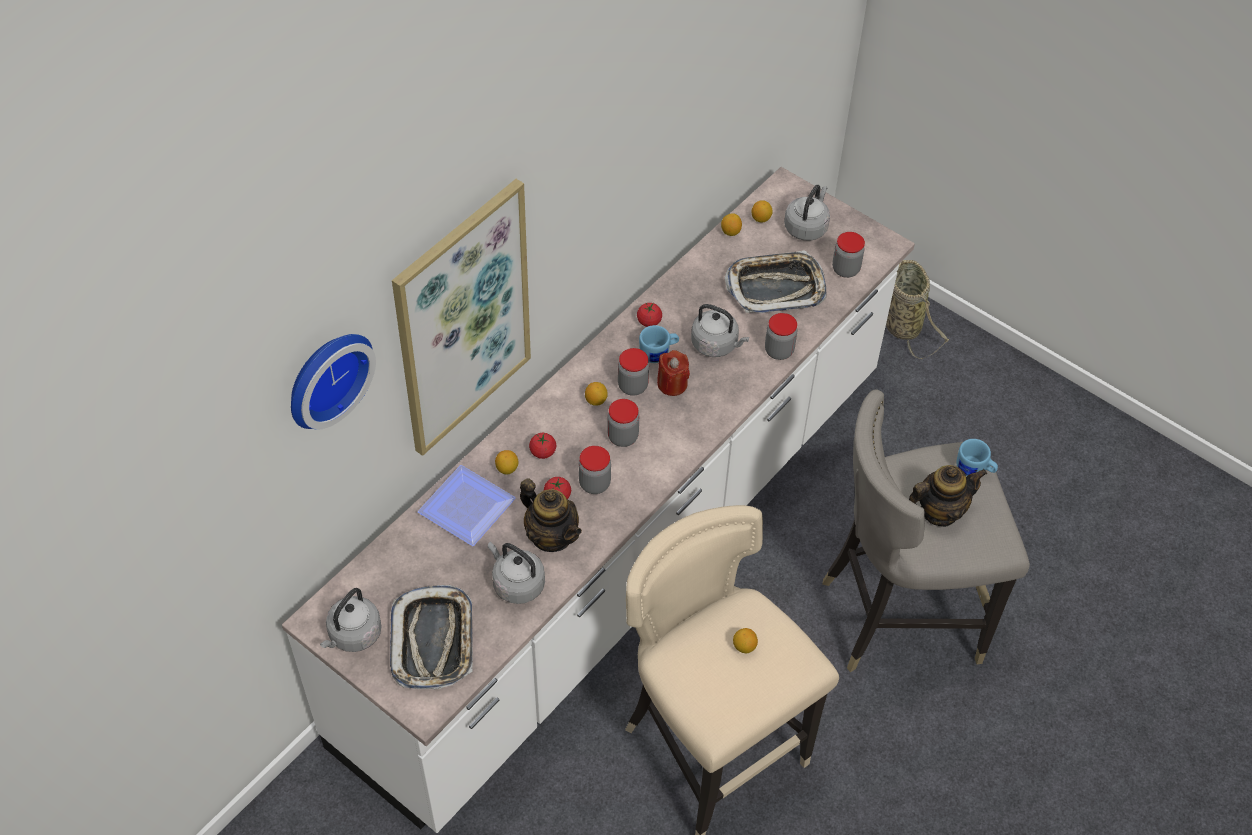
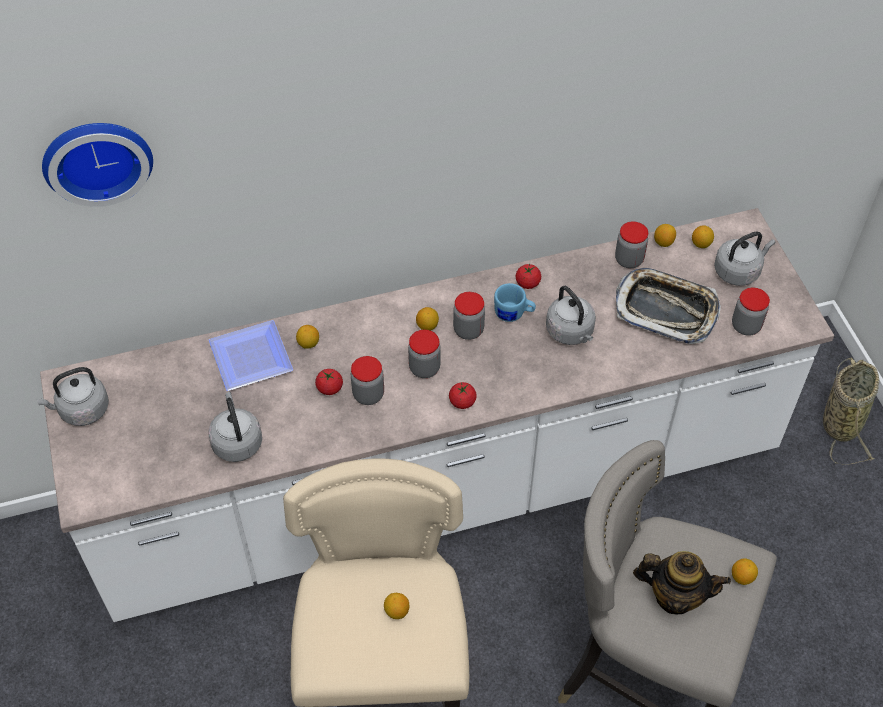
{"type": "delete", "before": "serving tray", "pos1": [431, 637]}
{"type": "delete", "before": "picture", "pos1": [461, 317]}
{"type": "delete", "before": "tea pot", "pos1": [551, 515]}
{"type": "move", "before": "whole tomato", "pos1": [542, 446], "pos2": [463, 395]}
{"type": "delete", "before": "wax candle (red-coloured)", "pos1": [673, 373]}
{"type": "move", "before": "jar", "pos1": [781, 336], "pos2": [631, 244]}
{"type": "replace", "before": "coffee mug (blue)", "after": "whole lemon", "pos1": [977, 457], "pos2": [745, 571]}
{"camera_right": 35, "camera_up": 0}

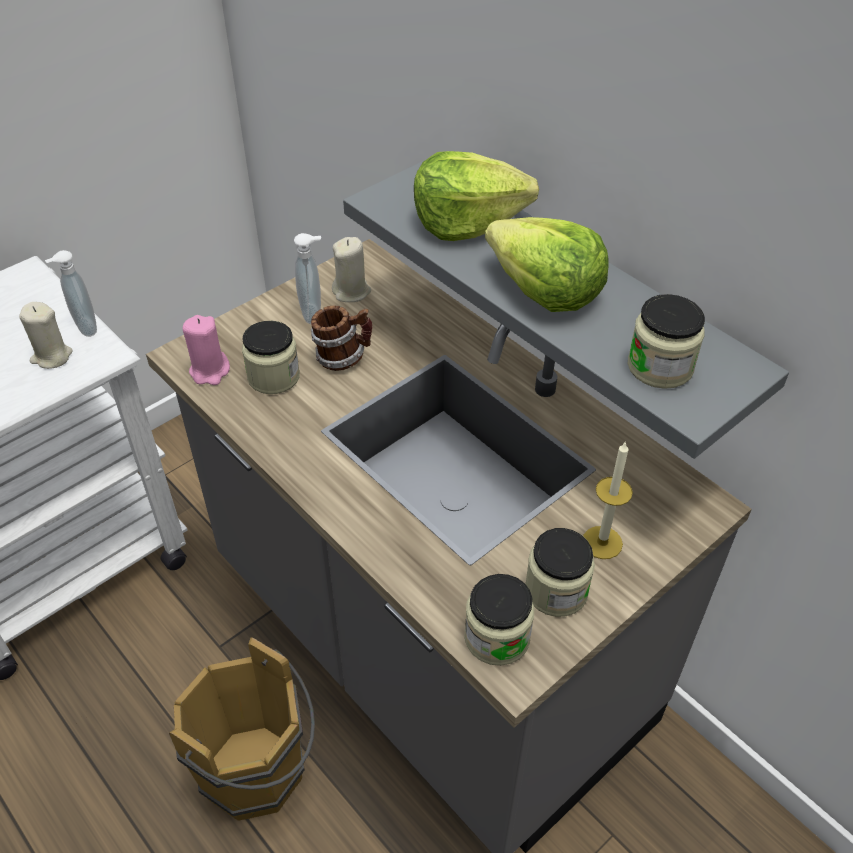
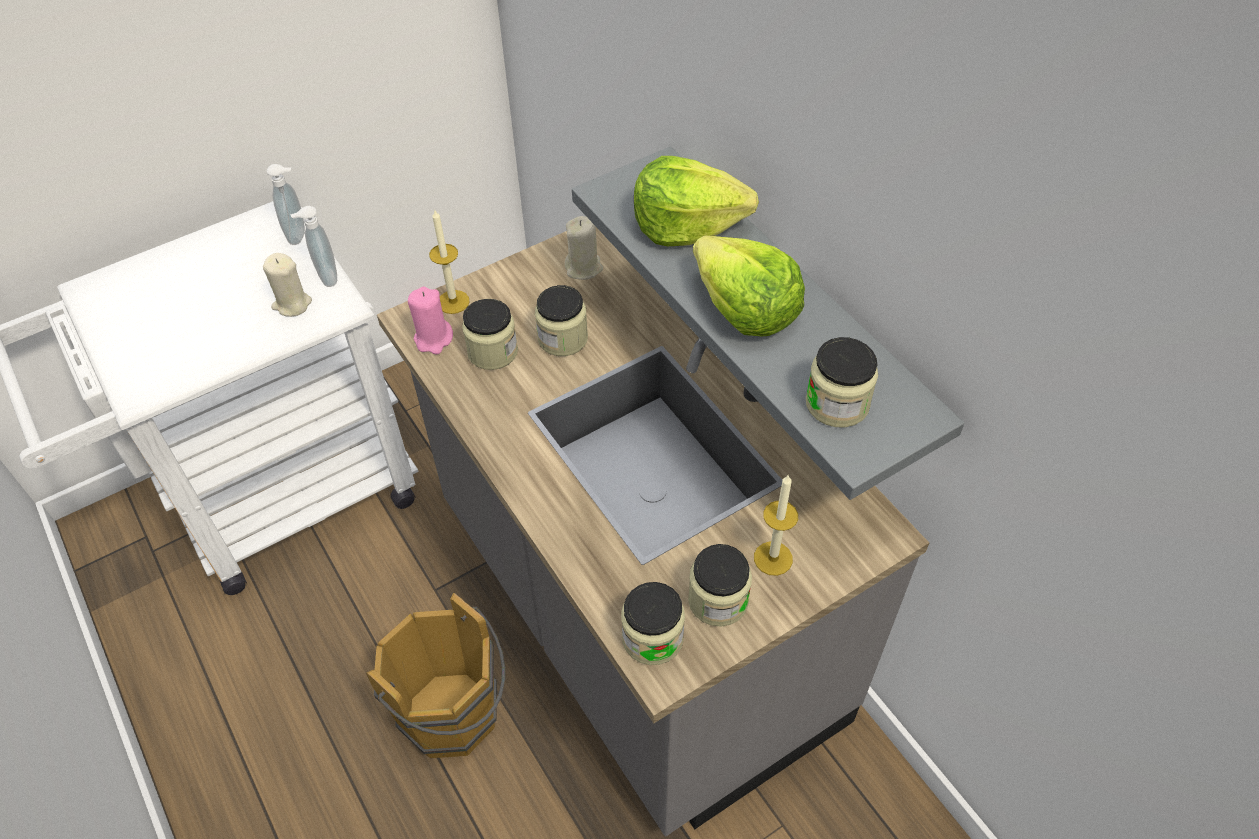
{"type": "move", "before": "soap bottle", "pos1": [307, 278], "pos2": [286, 204]}
{"type": "replace", "before": "coffee mug", "after": "jar", "pos1": [341, 338], "pos2": [561, 320]}
{"type": "insert", "after": "wax candle", "pos2": [449, 262]}
{"camera_right": 10, "camera_up": 5}

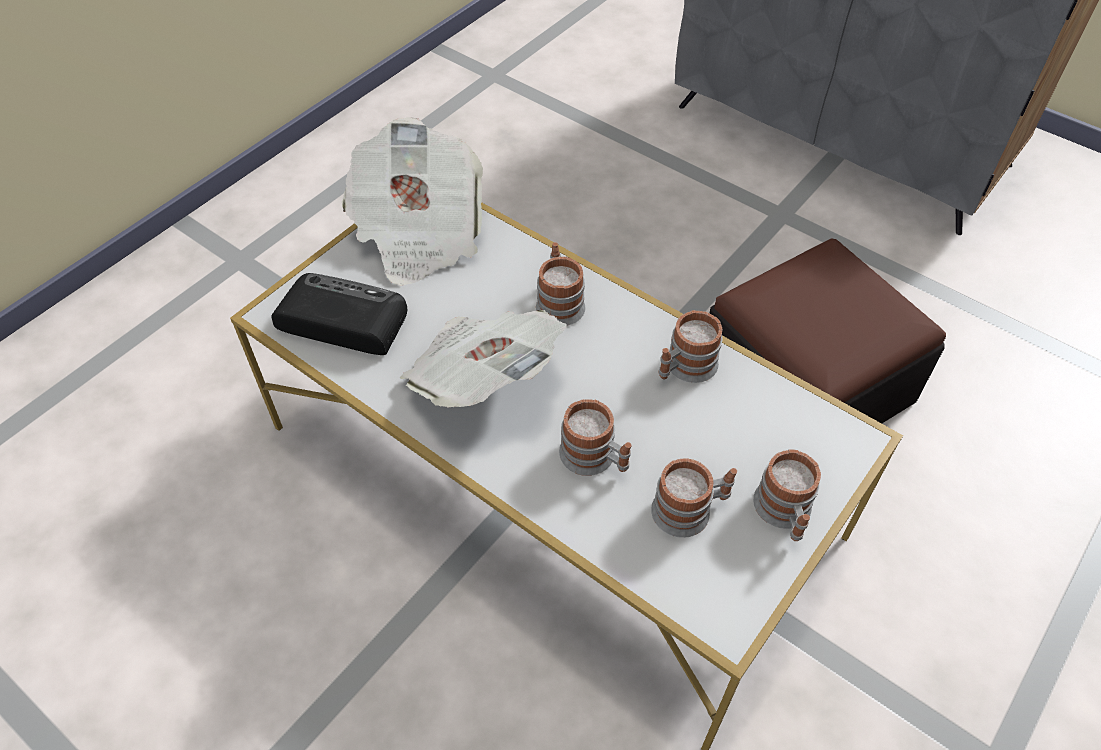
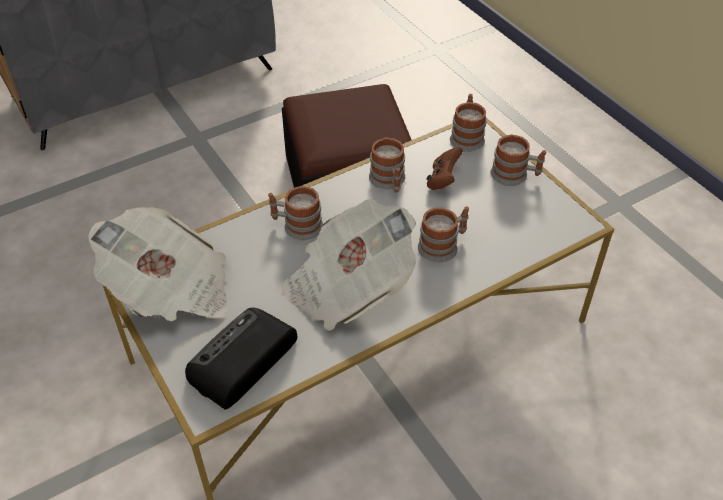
{"type": "move", "before": "coffee mug", "pos1": [694, 498], "pos2": [468, 123]}
{"type": "insert", "after": "game controller (brown-coloured)", "pos2": [444, 168]}
{"camera_right": -70, "camera_up": -5}

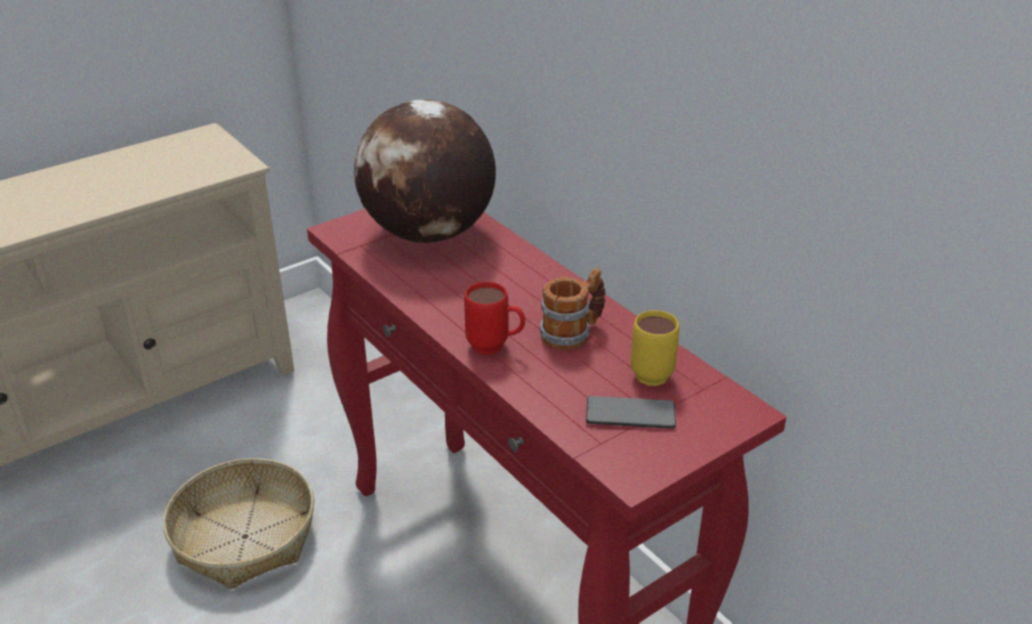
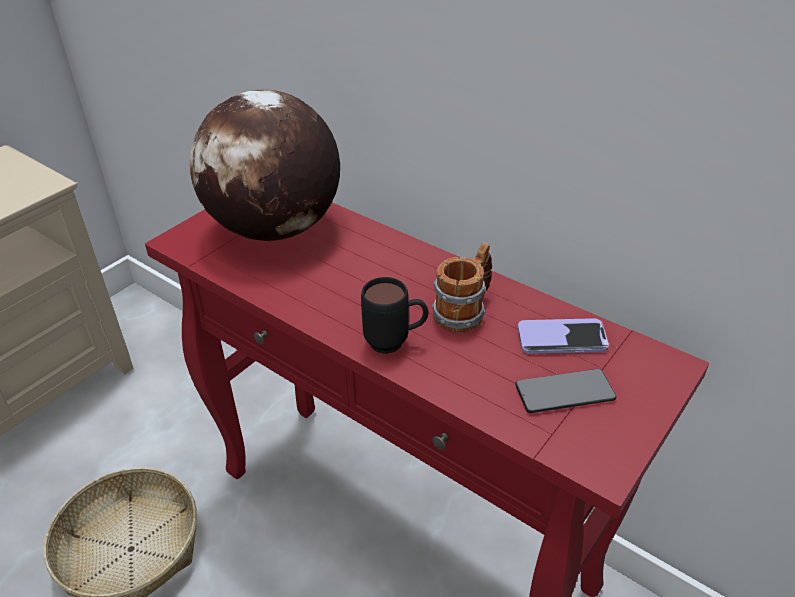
{"type": "recolor", "before": "coffee mug (red-coloured)", "after": "coffee mug (blackish)", "pos1": [494, 318], "pos2": [395, 315]}
{"type": "replace", "before": "coffee mug (yellow)", "after": "phone", "pos1": [655, 348], "pos2": [563, 336]}
{"camera_right": -15, "camera_up": 5}

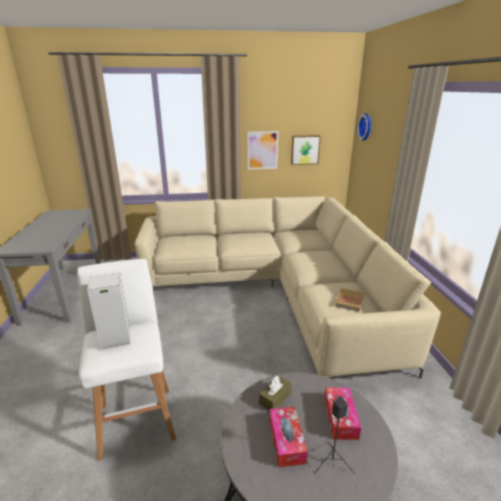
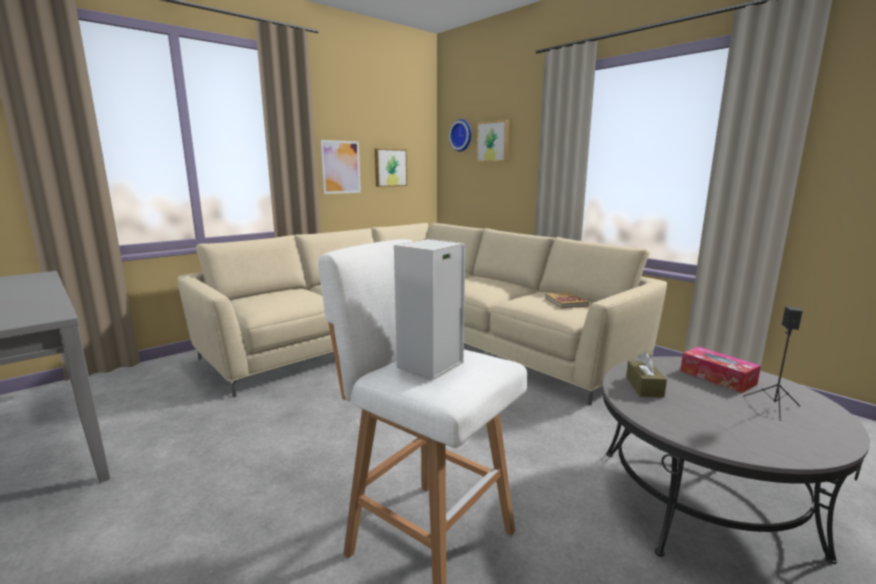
{"type": "delete", "before": "tissue holder", "pos1": [288, 437]}
{"type": "insert", "after": "picture", "pos2": [493, 141]}
{"camera_right": -35, "camera_up": -10}

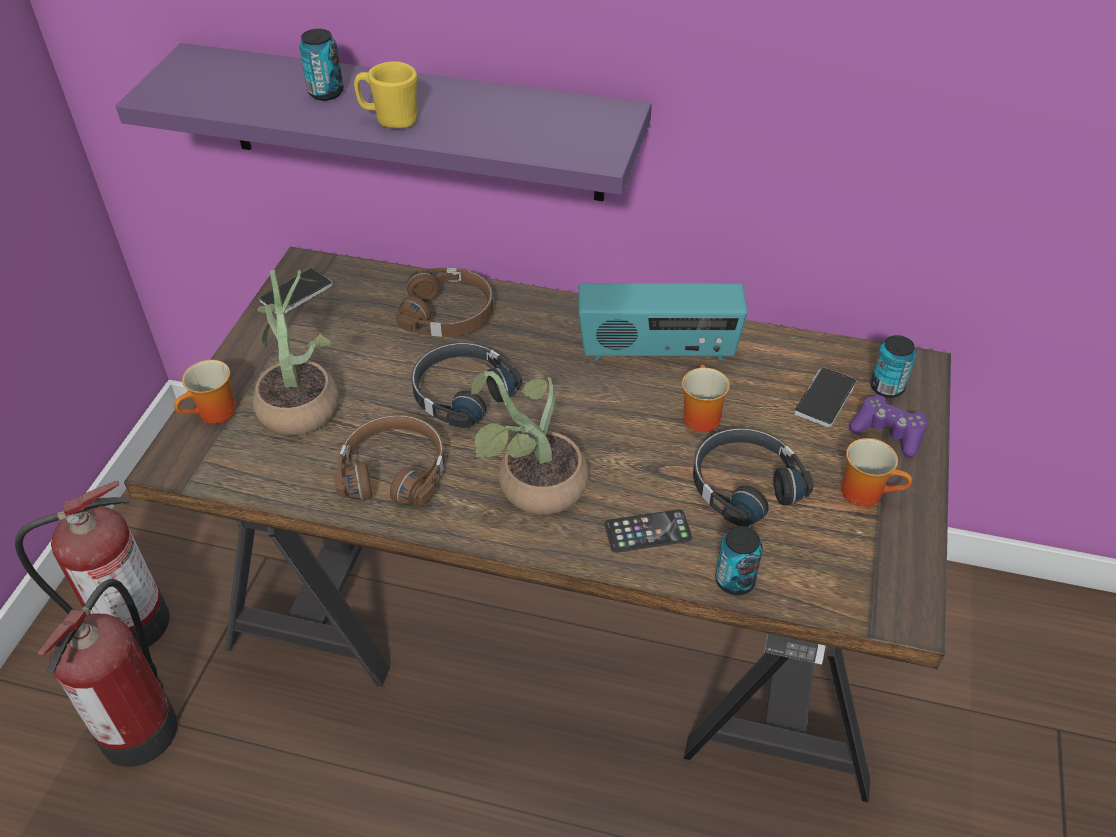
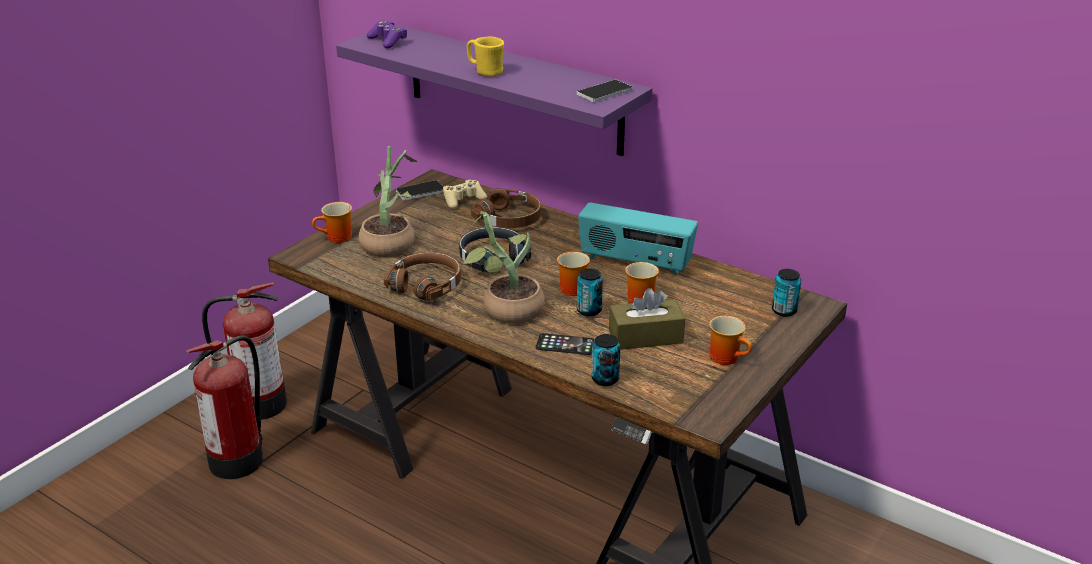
{"type": "move", "before": "can", "pos1": [321, 65], "pos2": [590, 292]}
{"type": "replace", "before": "pair of headphones (blackish)", "after": "tissue holder (brown-coloured)", "pos1": [753, 477], "pos2": [647, 319]}
{"type": "move", "before": "phone", "pos1": [825, 397], "pos2": [604, 91]}
{"type": "move", "before": "game controller (purple)", "pos1": [888, 425], "pos2": [387, 34]}
{"type": "insert", "after": "game controller (beige)", "pos2": [465, 194]}
{"type": "insert", "after": "coffee mug", "pos2": [573, 274]}
{"camera_right": 20, "camera_up": -15}

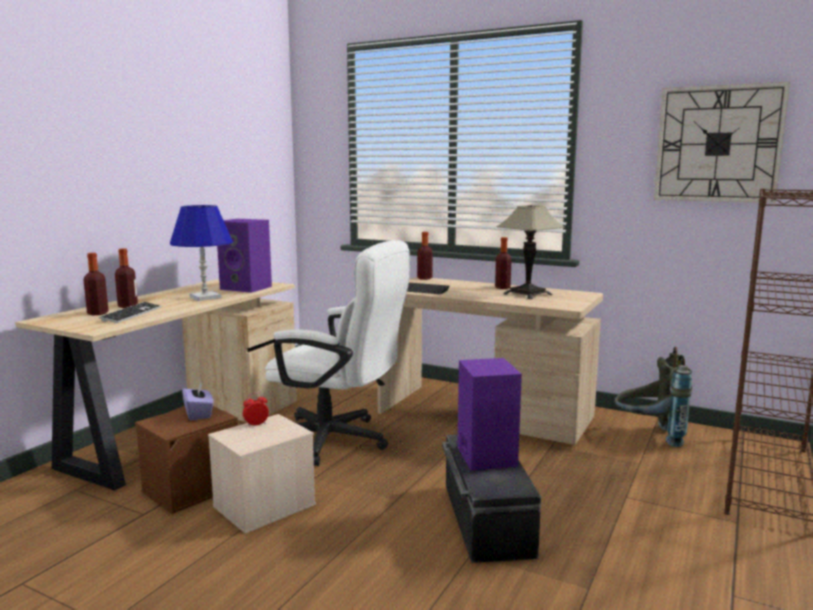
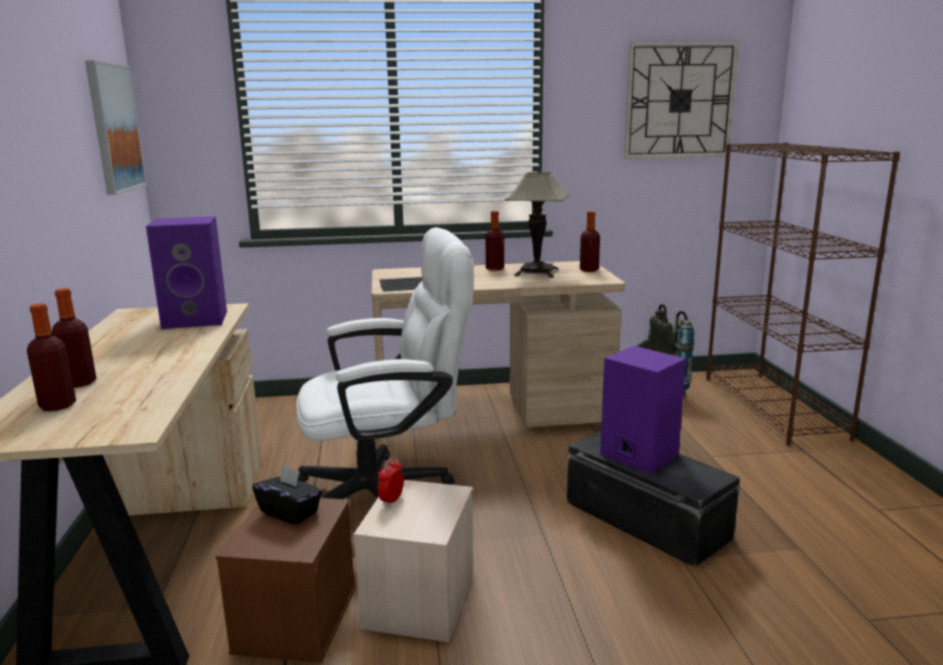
{"type": "delete", "before": "computer keyboard", "pos1": [130, 312]}
{"type": "delete", "before": "lamp for a table (blue)", "pos1": [201, 253]}
{"type": "recolor", "before": "tissue holder (purple)", "after": "tissue holder (blackish)", "pos1": [198, 401], "pos2": [287, 495]}
{"type": "move", "before": "beverage bottle", "pos1": [425, 256], "pos2": [590, 241]}
{"type": "insert", "after": "picture", "pos2": [116, 127]}
{"camera_right": -35, "camera_up": 5}

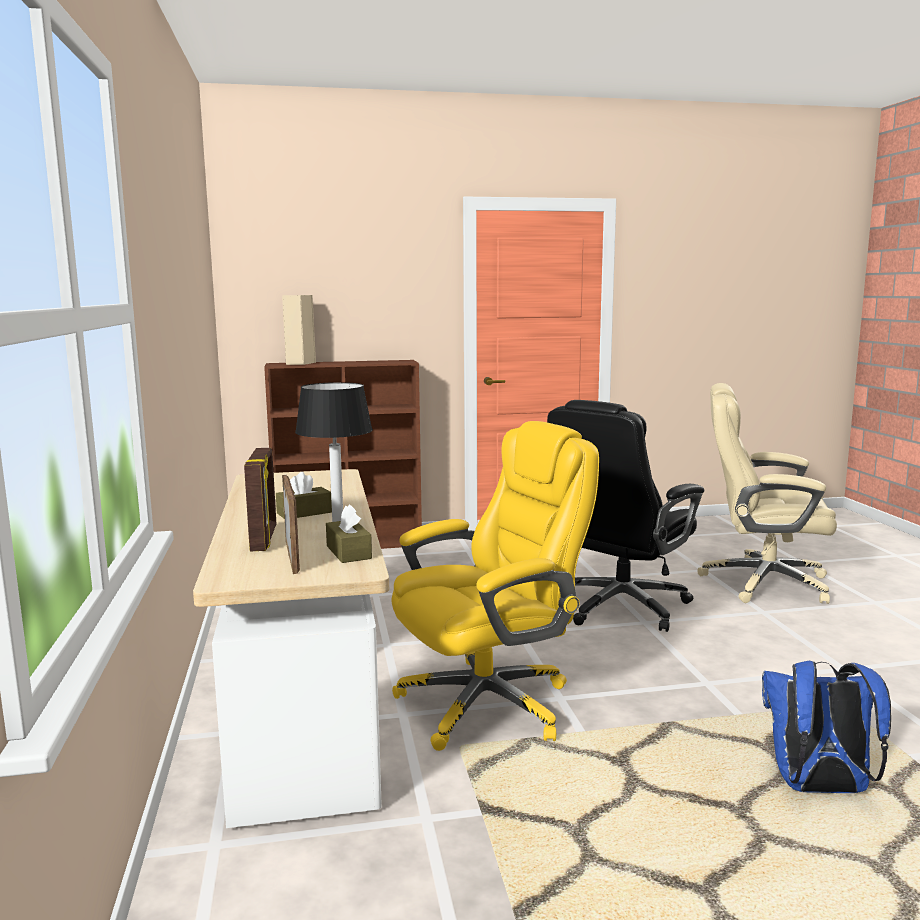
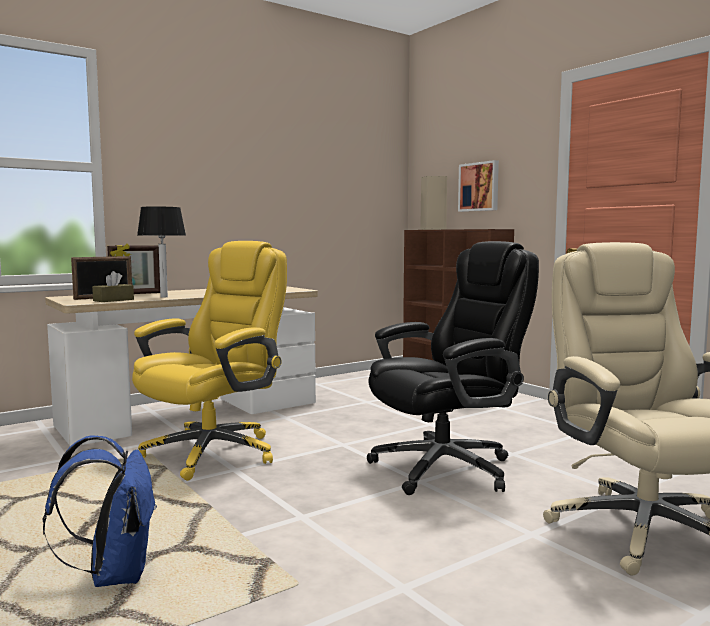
{"type": "delete", "before": "tissue holder (brown-coloured)", "pos1": [304, 495]}
{"type": "rotate", "before": "office chair (yellow)", "pos1": [495, 586], "pos2": [209, 361], "turn": -90}
{"type": "rotate", "before": "office chair (blackish)", "pos1": [625, 516], "pos2": [453, 368], "turn": 135}
{"type": "insert", "after": "picture", "pos2": [478, 186]}
{"camera_right": 65, "camera_up": -5}

